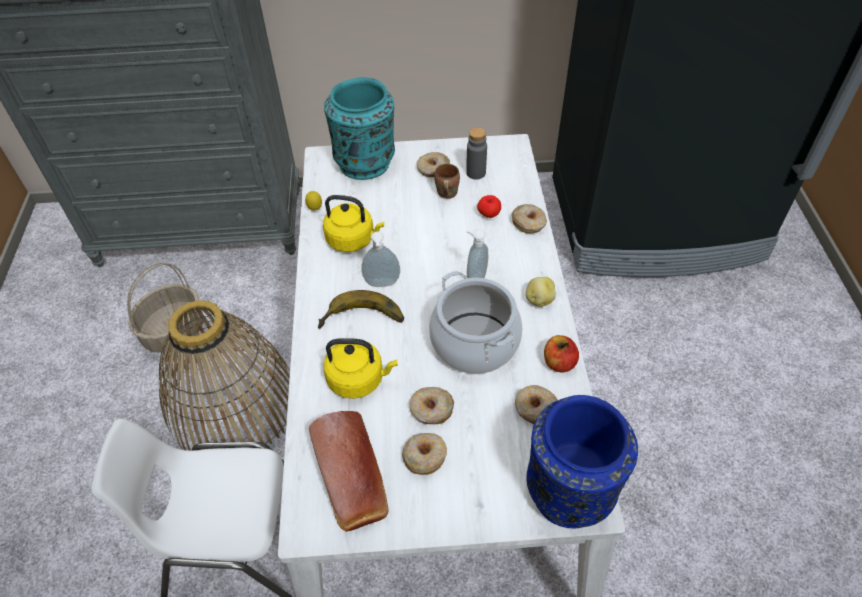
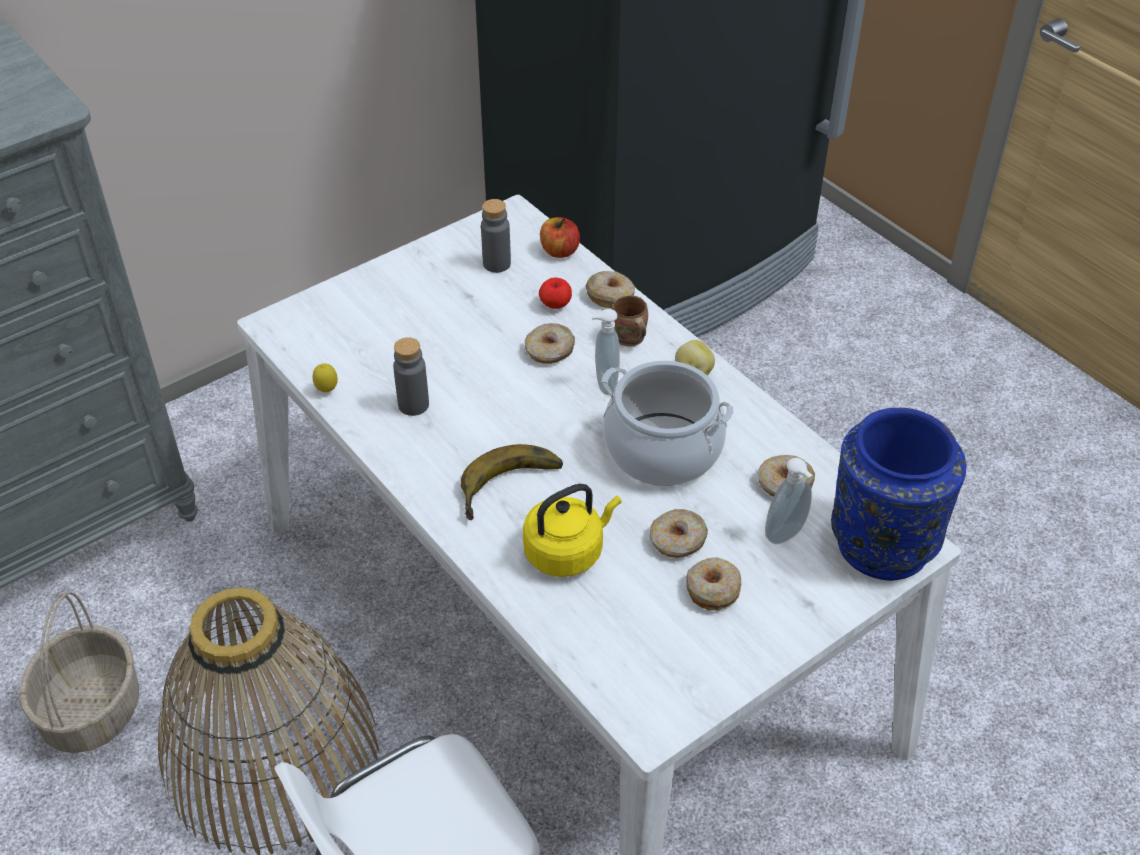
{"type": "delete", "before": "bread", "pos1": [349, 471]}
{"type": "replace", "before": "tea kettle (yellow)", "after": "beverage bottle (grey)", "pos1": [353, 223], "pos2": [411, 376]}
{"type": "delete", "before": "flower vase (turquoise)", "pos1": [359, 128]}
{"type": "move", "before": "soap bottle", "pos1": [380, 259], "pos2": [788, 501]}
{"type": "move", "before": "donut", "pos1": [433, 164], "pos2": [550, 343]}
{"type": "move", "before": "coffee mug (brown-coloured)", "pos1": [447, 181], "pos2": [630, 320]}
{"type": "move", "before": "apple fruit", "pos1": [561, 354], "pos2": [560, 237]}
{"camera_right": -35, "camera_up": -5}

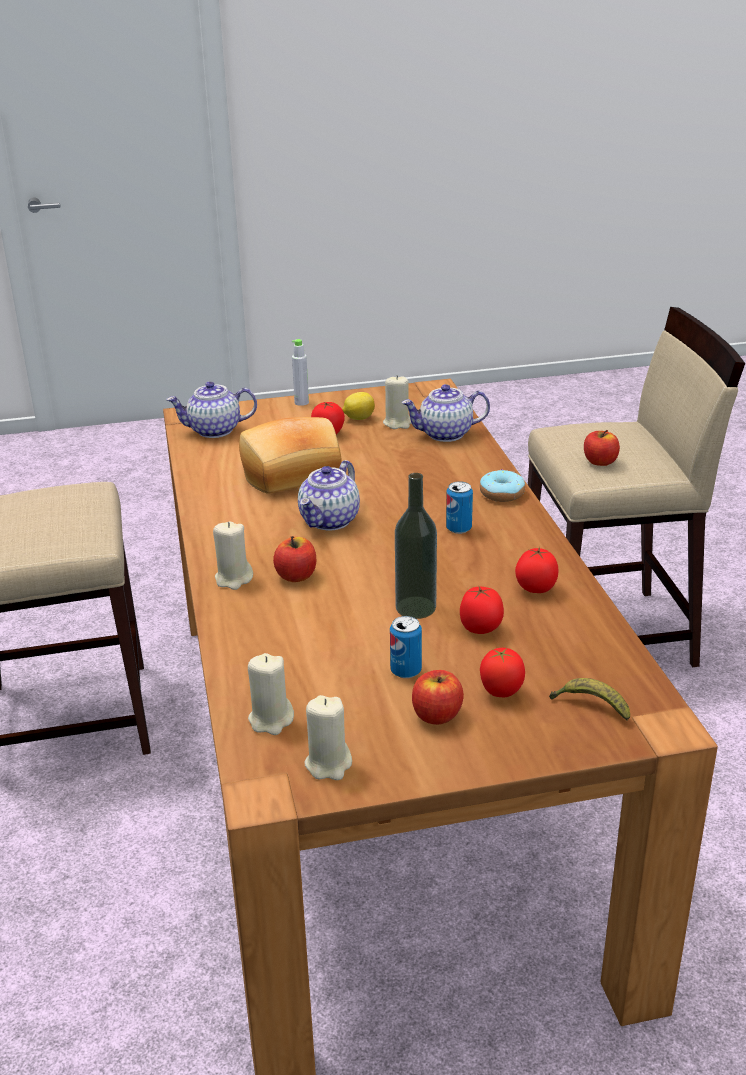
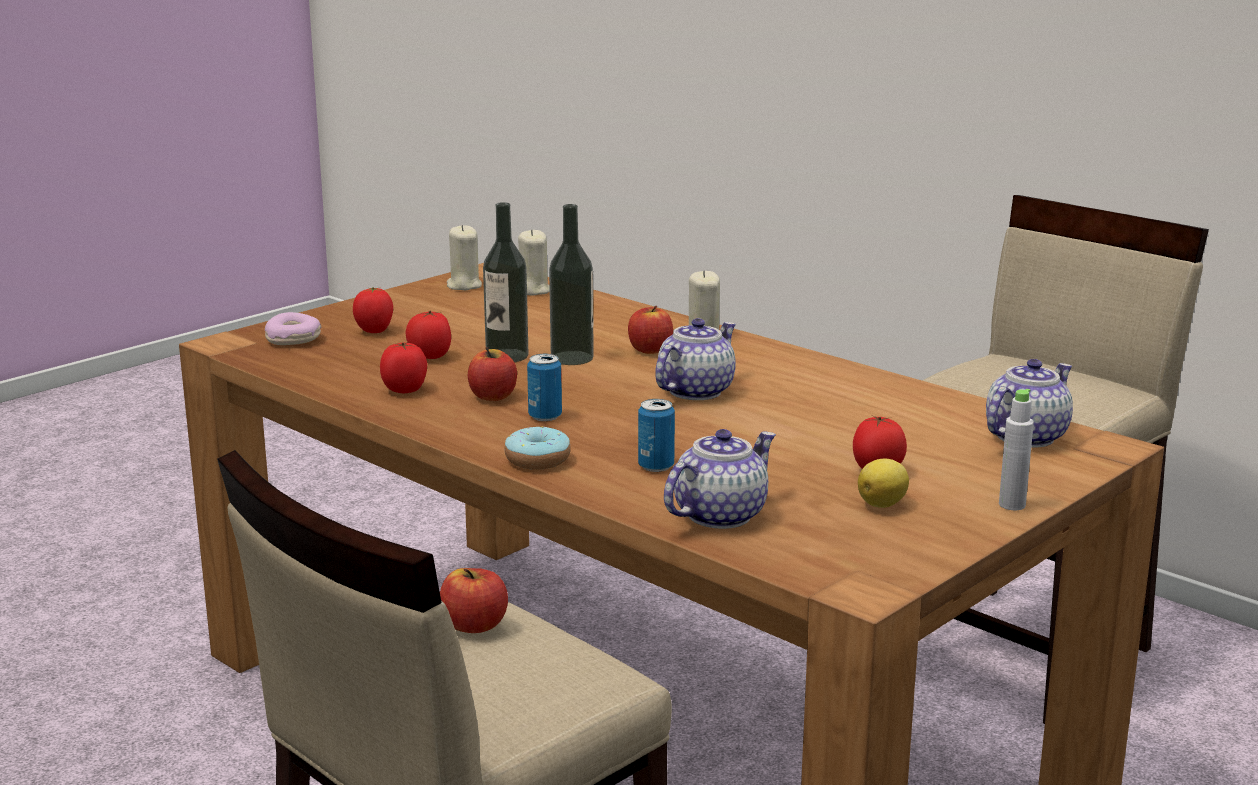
{"type": "delete", "before": "bread", "pos1": [290, 455]}
{"type": "rotate", "before": "tea pot", "pos1": [329, 495], "pos2": [695, 359], "turn": 45}
{"type": "delete", "before": "wax candle (beige)", "pos1": [397, 402]}
{"type": "move", "before": "can", "pos1": [406, 647], "pos2": [656, 435]}
{"type": "move", "before": "apple fruit", "pos1": [438, 697], "pos2": [492, 374]}
{"type": "replace", "before": "banana", "after": "donut", "pos1": [589, 699], "pos2": [293, 328]}
{"type": "insert", "after": "beverage bottle", "pos2": [571, 284]}
{"camera_right": 145, "camera_up": -10}

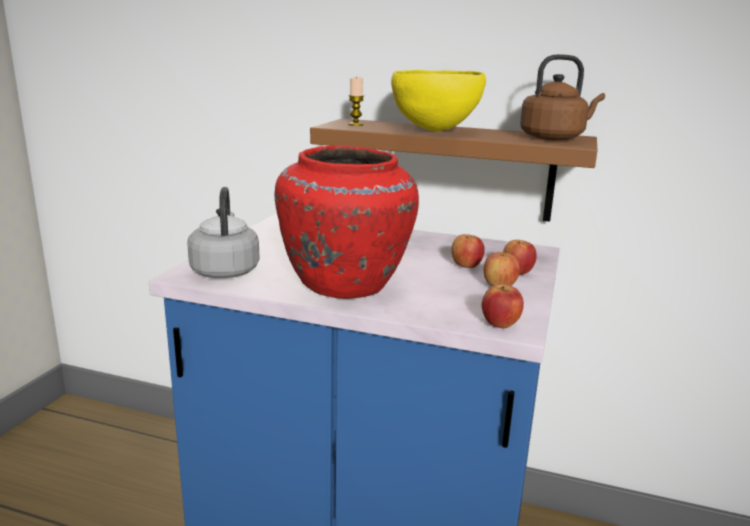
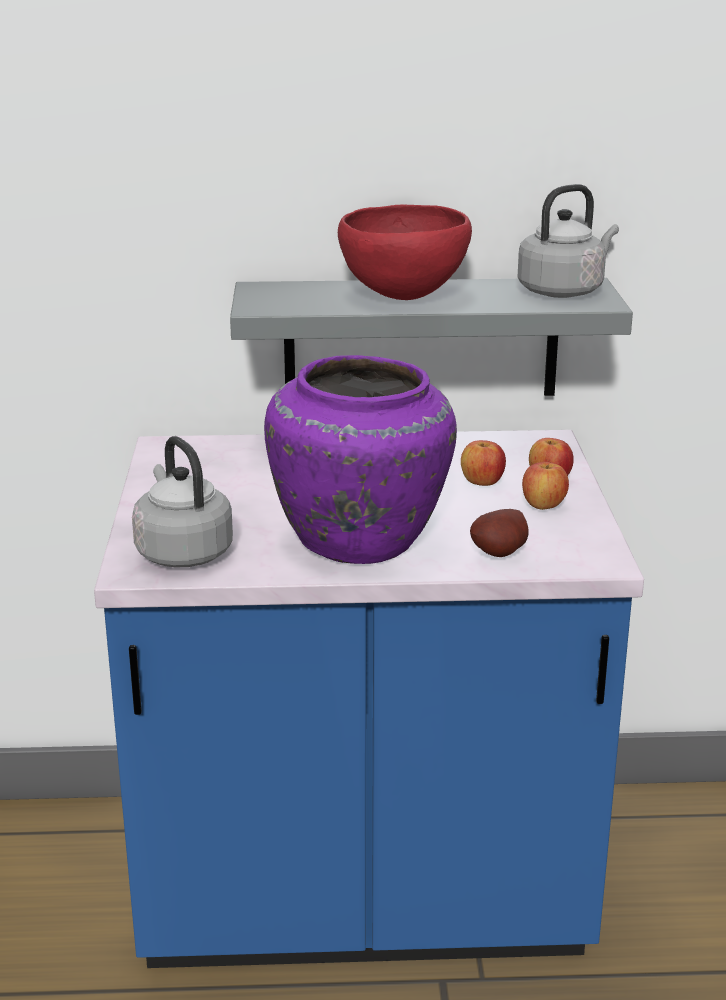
{"type": "recolor", "before": "flower vase (red-coloured)", "after": "flower vase (purple)", "pos1": [346, 222], "pos2": [360, 459]}
{"type": "recolor", "before": "shelf (brown-coloured)", "after": "shelf (grey)", "pos1": [454, 170], "pos2": [431, 337]}
{"type": "delete", "before": "wax candle", "pos1": [356, 101]}
{"type": "recolor", "before": "serving bowl (yellow)", "after": "serving bowl (red-coloured)", "pos1": [438, 100], "pos2": [405, 252]}
{"type": "delete", "before": "apple fruit", "pos1": [503, 306]}
{"type": "recolor", "before": "tea kettle (brown-coloured)", "after": "tea kettle (grey)", "pos1": [562, 97], "pos2": [568, 241]}
{"type": "insert", "after": "whole potato", "pos2": [499, 533]}
{"camera_right": -20, "camera_up": 5}

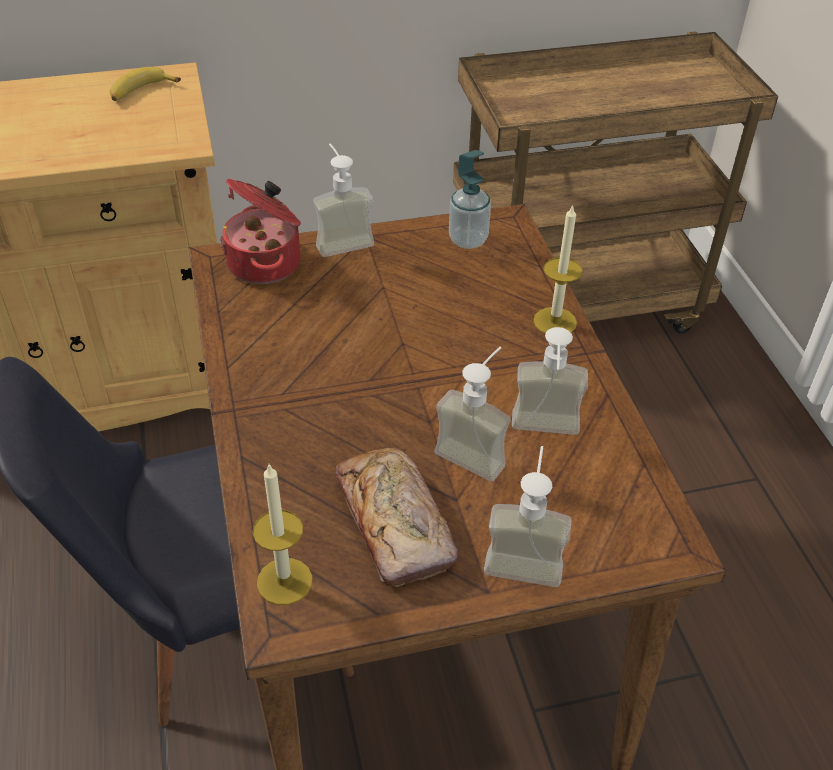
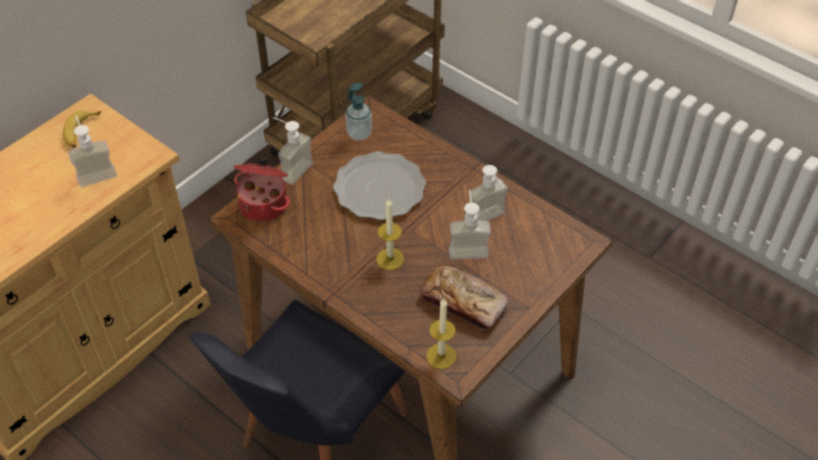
{"type": "move", "before": "soap bottle", "pos1": [528, 516], "pos2": [92, 151]}
{"type": "move", "before": "wax candle", "pos1": [557, 269], "pos2": [390, 234]}
{"type": "insert", "after": "plate", "pos2": [379, 185]}
{"camera_right": -35, "camera_up": 5}

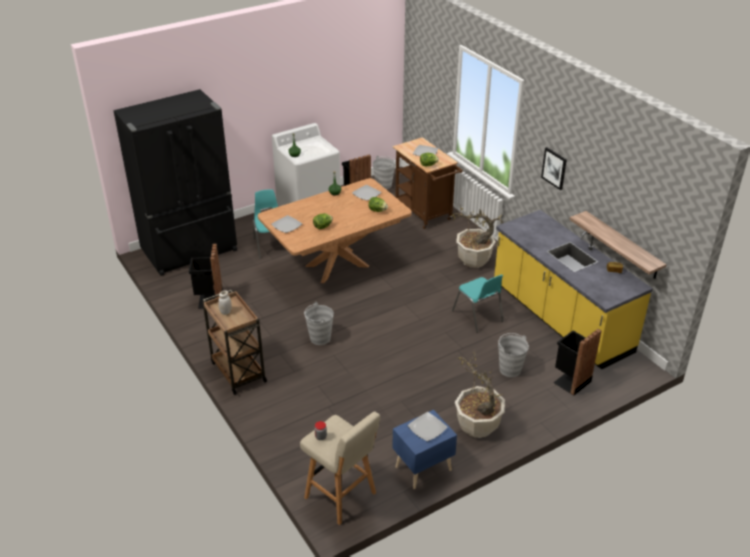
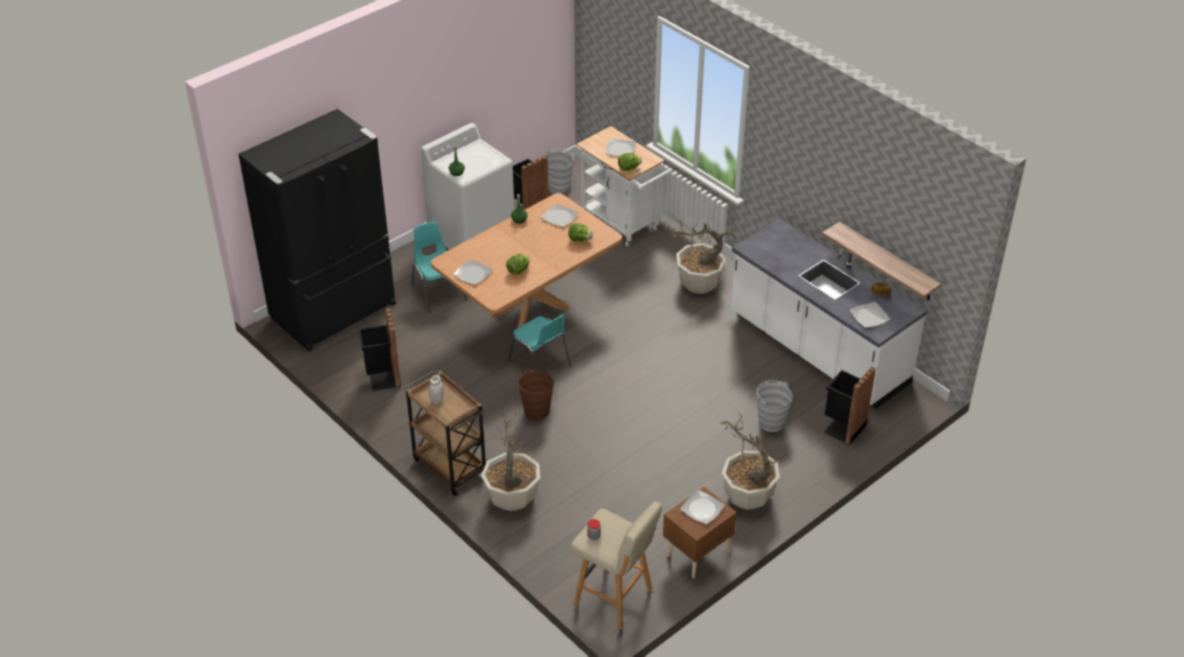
{"type": "recolor", "before": "pail (grey)", "after": "pail (brown-coloured)", "pos1": [319, 323], "pos2": [536, 394]}
{"type": "recolor", "before": "bedside table (blue)", "after": "bedside table (brown-coloured)", "pos1": [424, 449], "pos2": [700, 532]}
{"type": "recolor", "before": "trolley (brown-coloured)", "after": "trolley (white)", "pos1": [428, 183], "pos2": [624, 186]}
{"type": "move", "before": "chair (turquoise)", "pos1": [477, 303], "pos2": [540, 342]}
{"type": "recolor", "before": "counter (yellow)", "after": "counter (white)", "pos1": [573, 290], "pos2": [829, 314]}
{"type": "delete", "before": "picture", "pos1": [554, 168]}
{"type": "insert", "after": "plant in a pot", "pos2": [510, 461]}
{"type": "insert", "after": "plate", "pos2": [870, 315]}
{"camera_right": -10, "camera_up": 5}

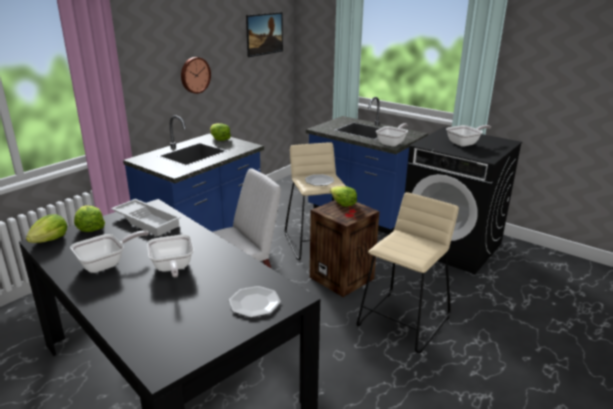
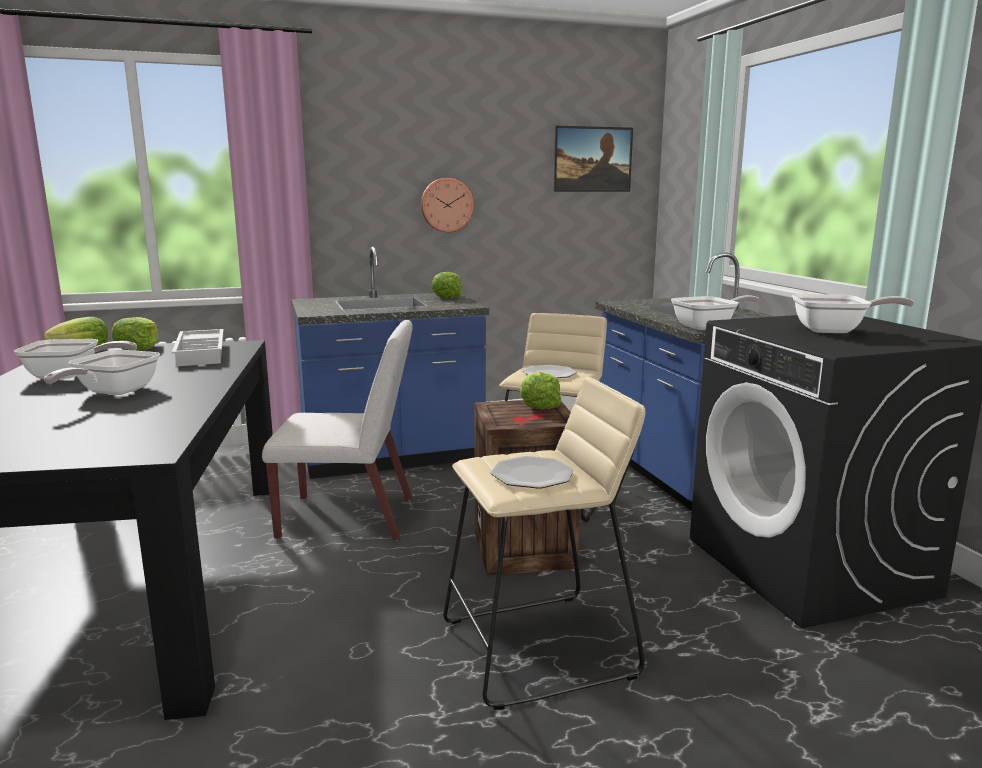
{"type": "move", "before": "plate", "pos1": [255, 302], "pos2": [532, 472]}
{"camera_right": 35, "camera_up": -10}

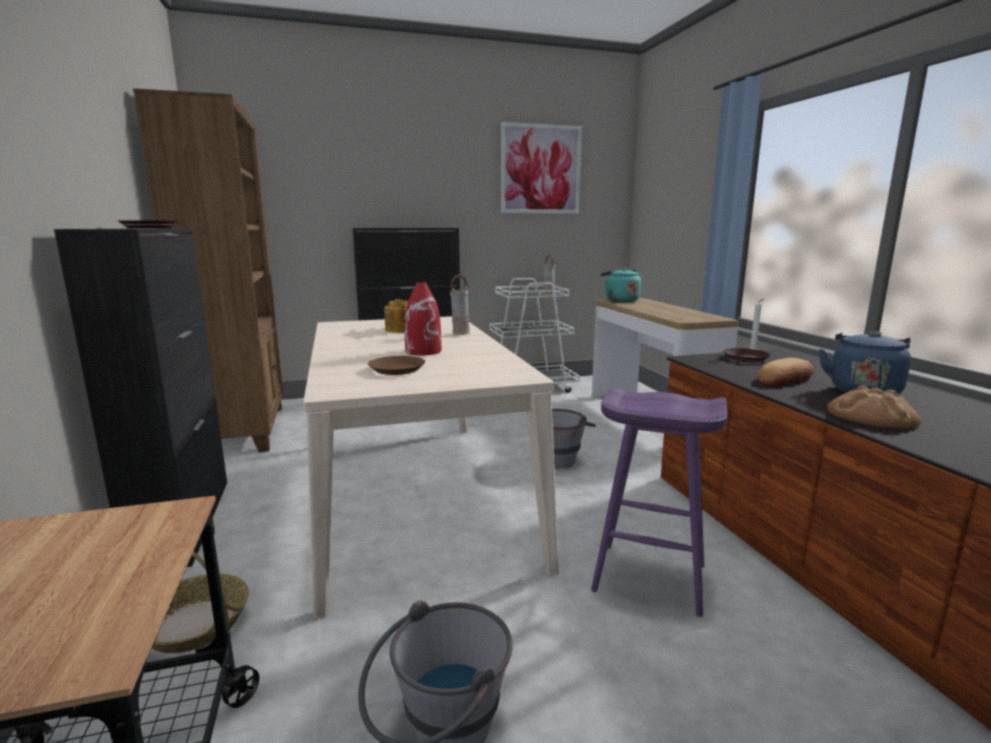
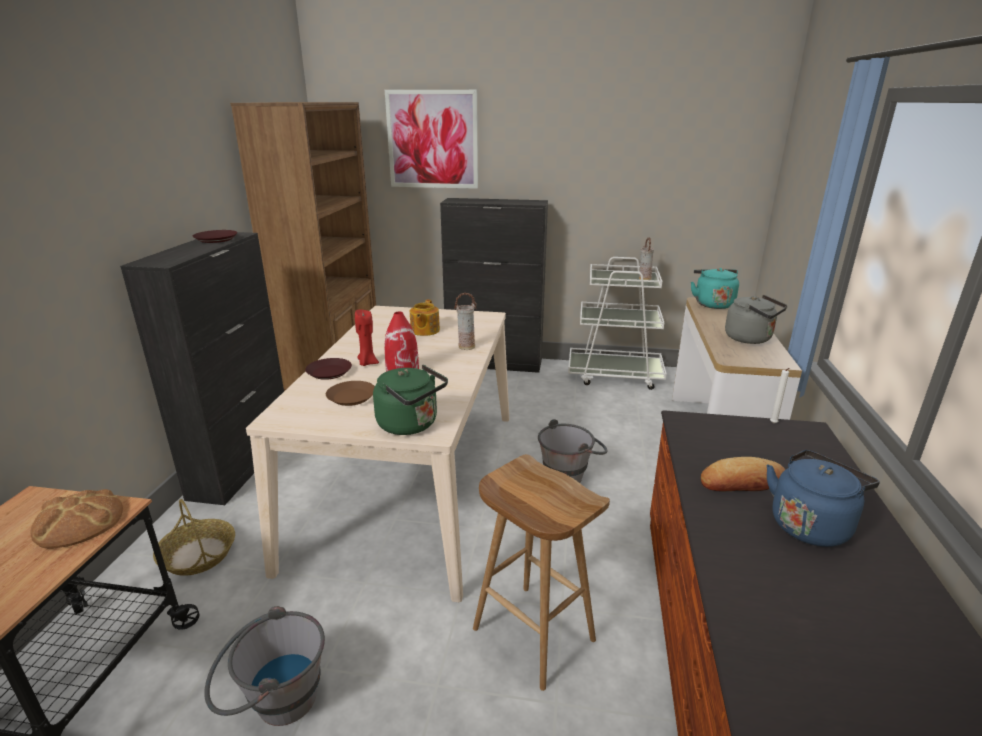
{"type": "move", "before": "picture", "pos1": [541, 168], "pos2": [431, 139]}
{"type": "recolor", "before": "sitting stool (purple)", "after": "sitting stool (brown-coloured)", "pos1": [659, 501], "pos2": [541, 572]}
{"type": "move", "before": "plate (brown-coloured)", "pos1": [747, 355], "pos2": [328, 369]}
{"type": "move", "before": "bread", "pos1": [874, 407], "pos2": [76, 519]}
{"type": "insert", "after": "wax candle (red-coloured)", "pos2": [367, 337]}
{"type": "insert", "after": "tea kettle (greenish)", "pos2": [410, 399]}
{"type": "insert", "after": "tea kettle (grey)", "pos2": [756, 319]}
{"camera_right": 25, "camera_up": 10}

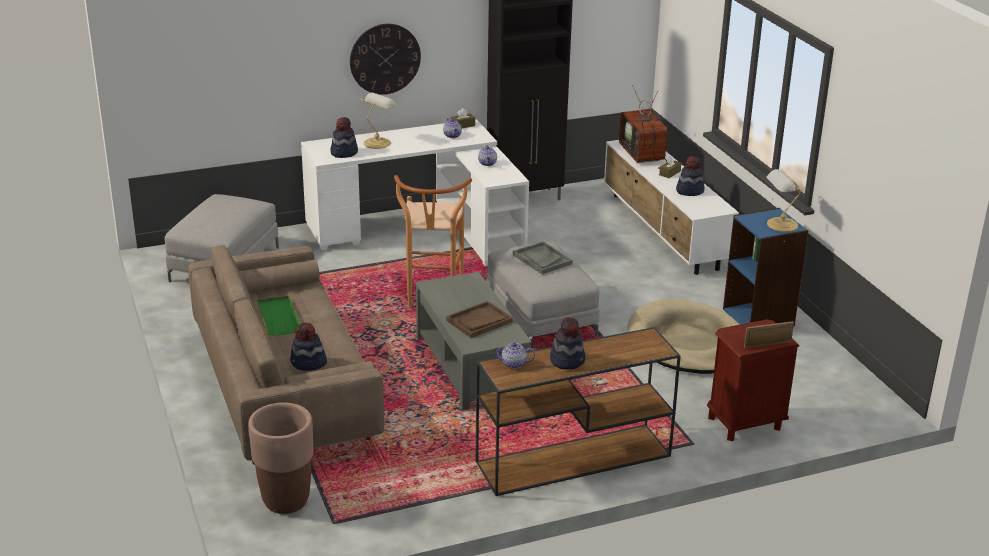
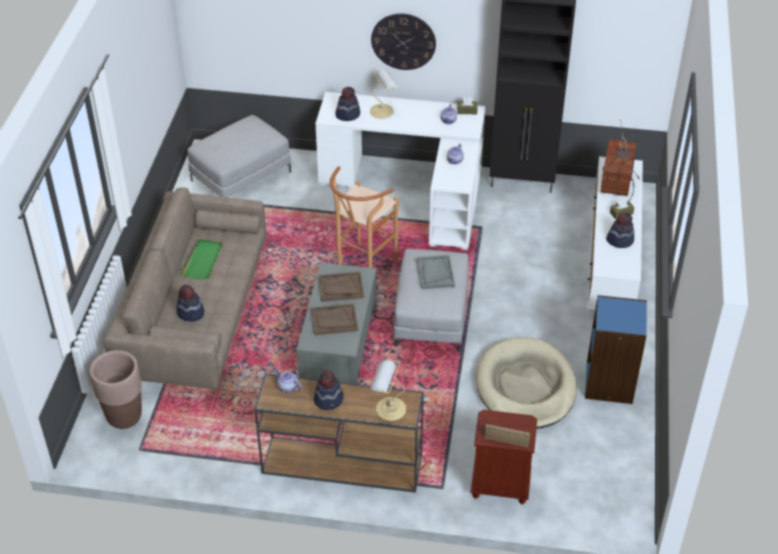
{"type": "move", "before": "lamp for a table", "pos1": [784, 200], "pos2": [388, 390]}
{"type": "insert", "after": "serving tray (brown-coloured)", "pos2": [341, 287]}
{"camera_right": 30, "camera_up": 15}

